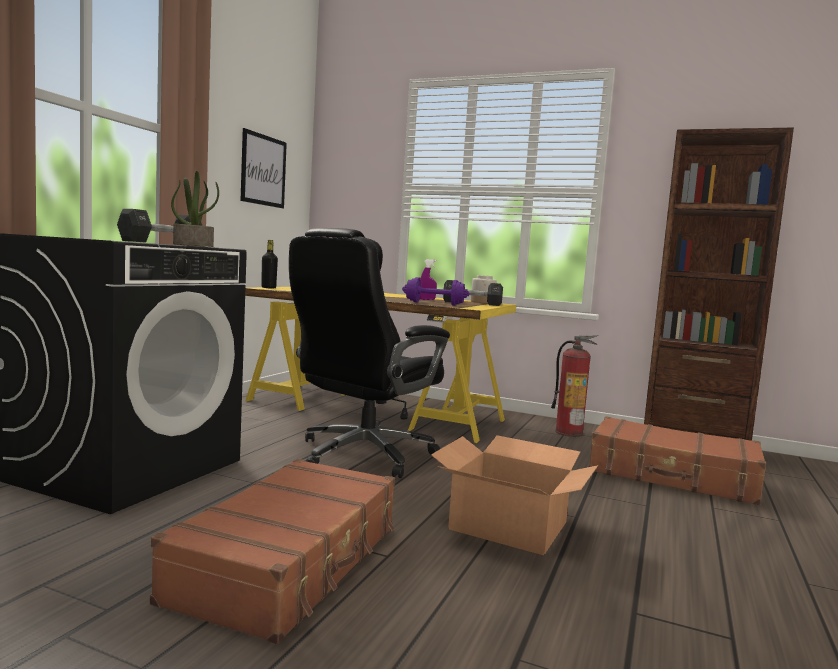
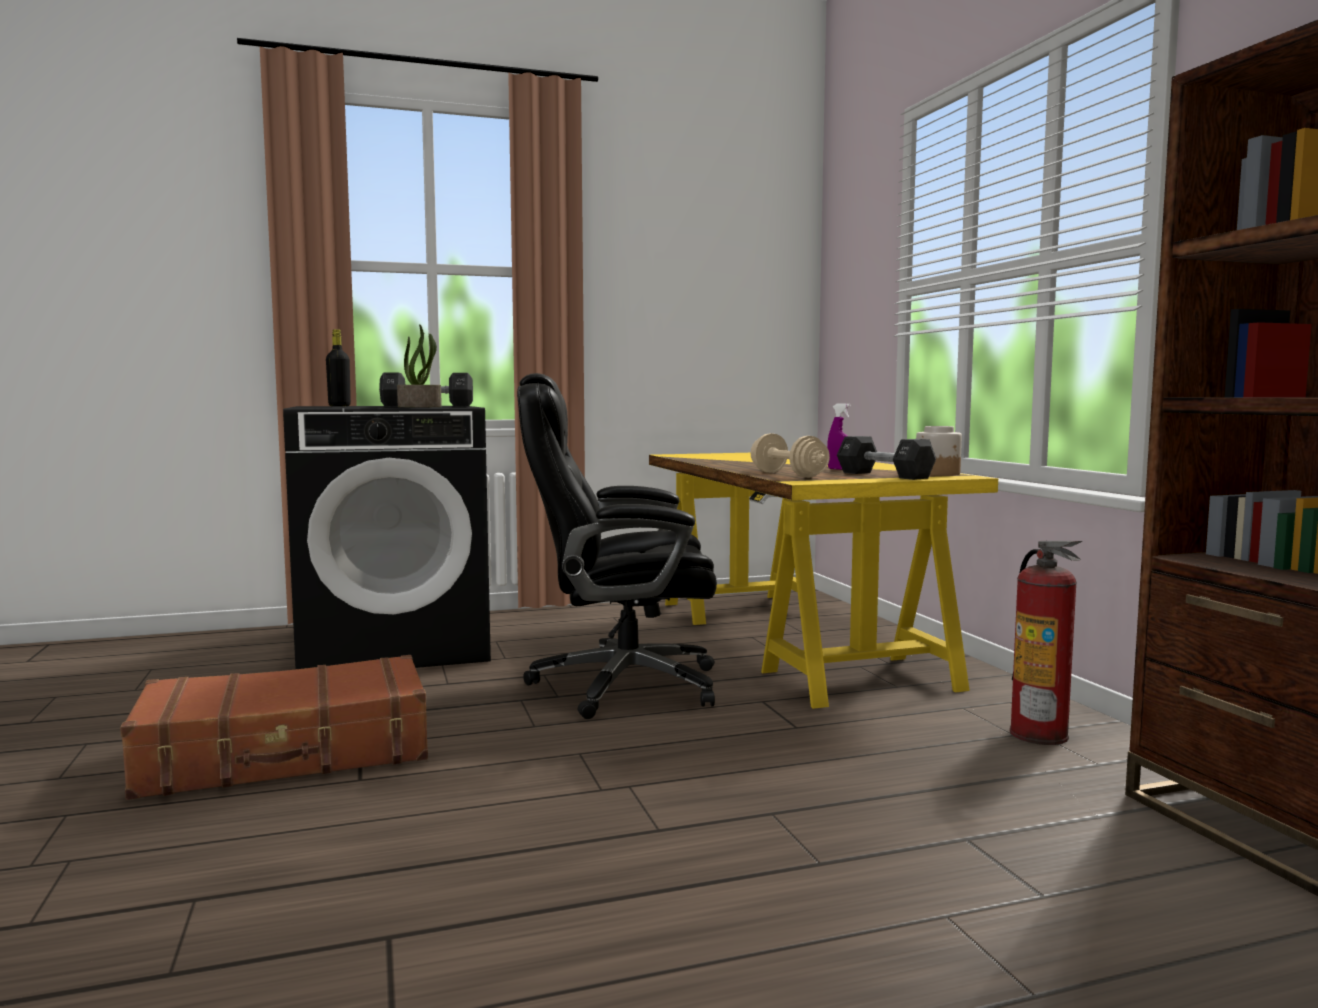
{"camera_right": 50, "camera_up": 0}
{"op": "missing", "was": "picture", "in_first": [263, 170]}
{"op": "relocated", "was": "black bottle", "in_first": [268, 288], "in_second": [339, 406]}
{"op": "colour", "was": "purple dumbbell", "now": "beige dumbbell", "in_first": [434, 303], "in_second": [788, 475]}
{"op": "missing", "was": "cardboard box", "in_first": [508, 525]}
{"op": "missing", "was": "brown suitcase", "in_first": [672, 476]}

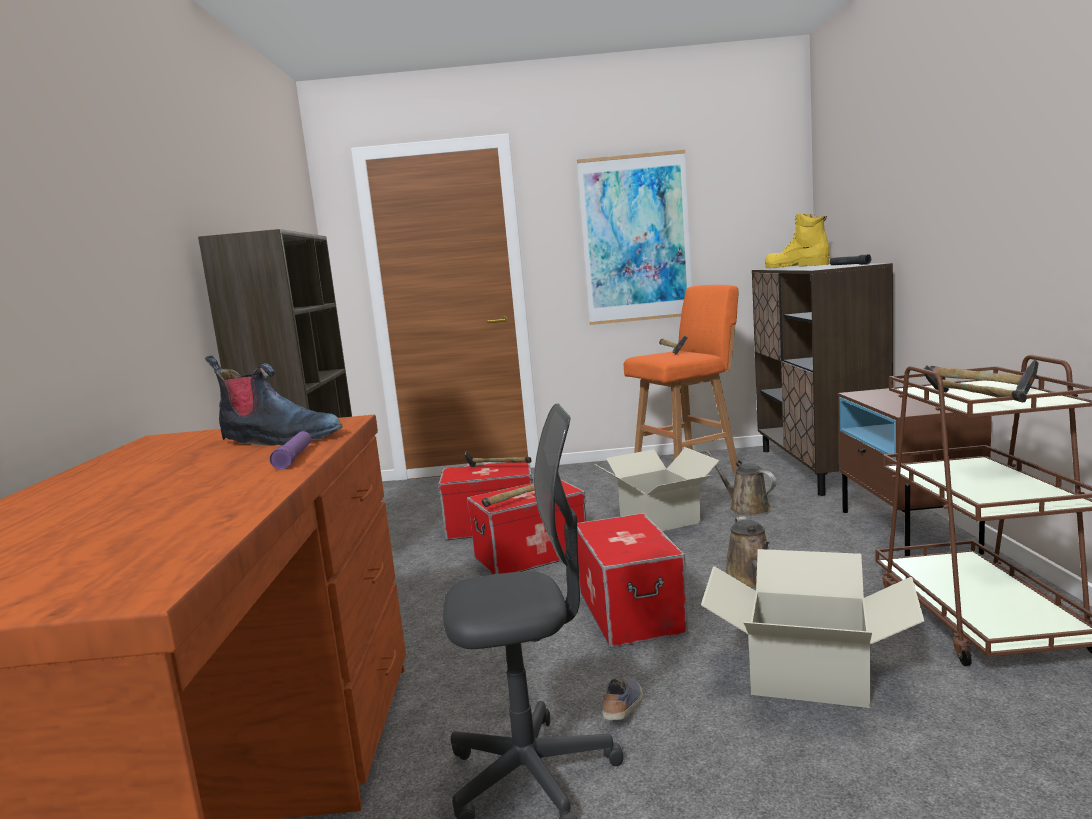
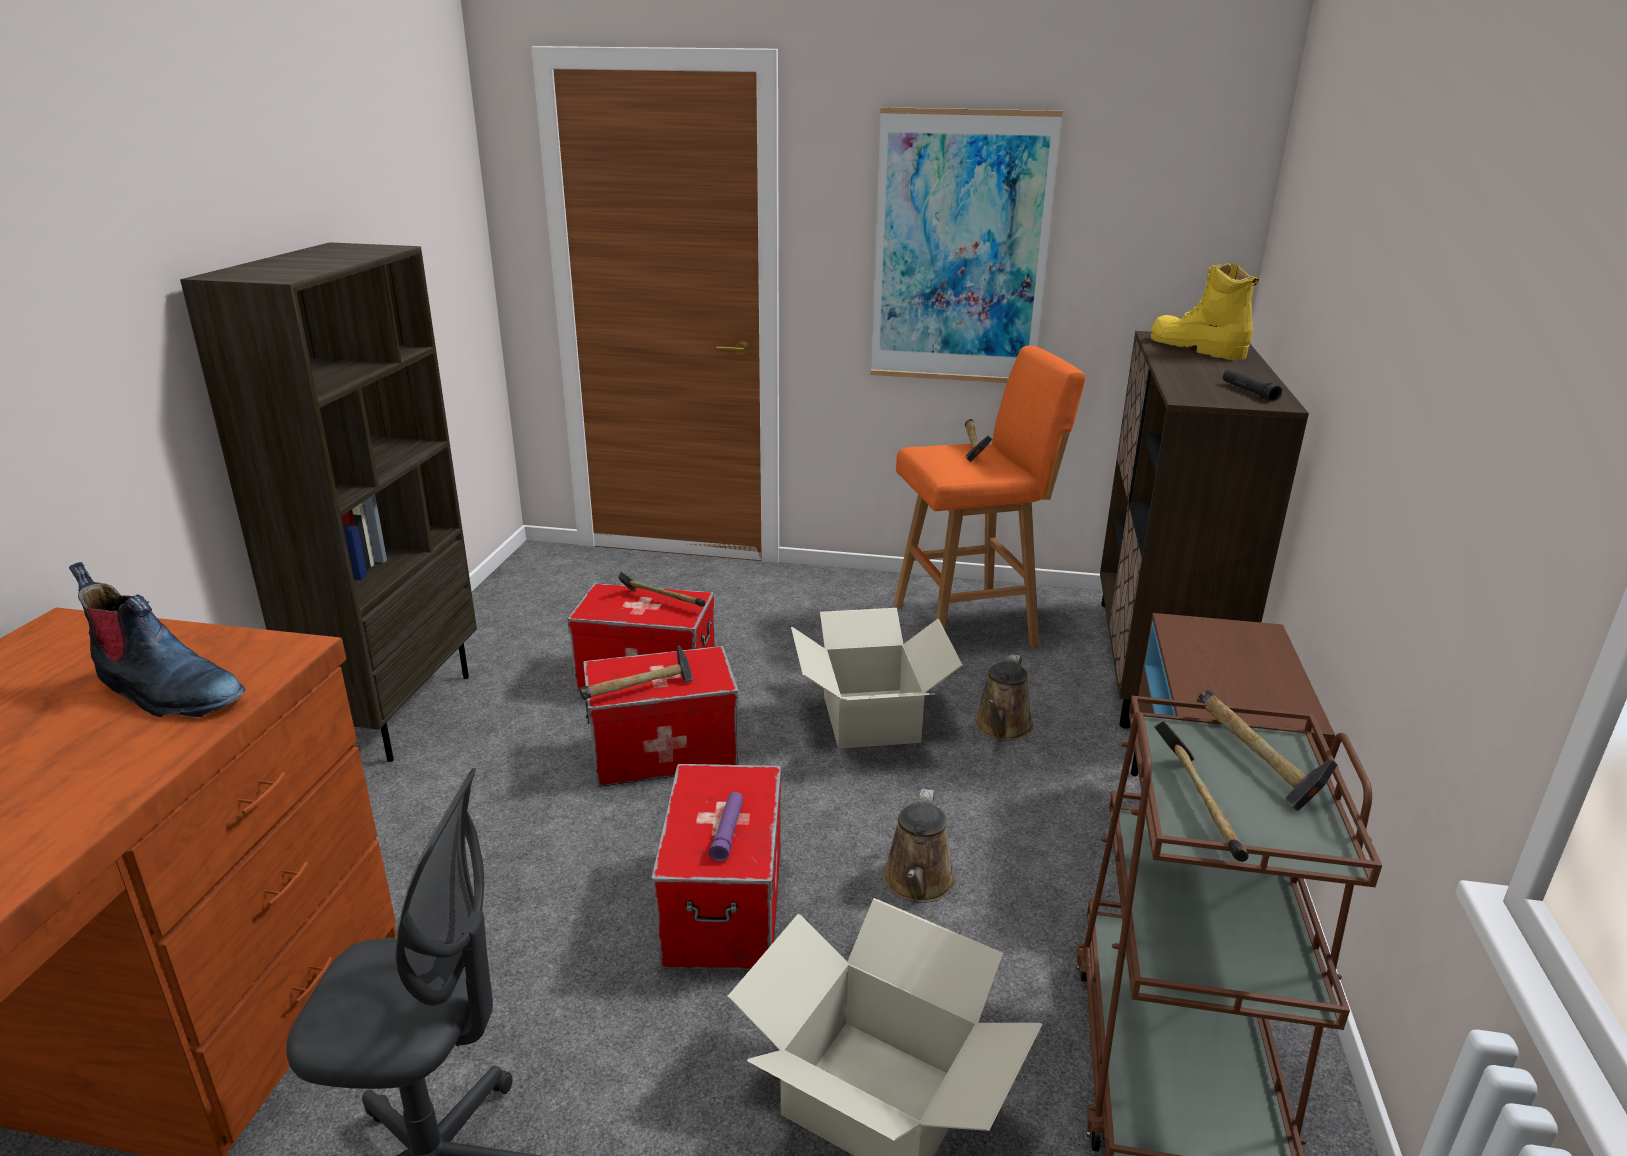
{"camera_right": 10, "camera_up": 15}
{"op": "relocated", "was": "purple flashlight", "in_first": [294, 458], "in_second": [727, 832]}
{"op": "missing", "was": "shoe", "in_first": [624, 709]}
{"op": "spun", "was": "brown watering can", "in_first": [746, 508], "in_second": [1001, 727], "clockwise": -135}

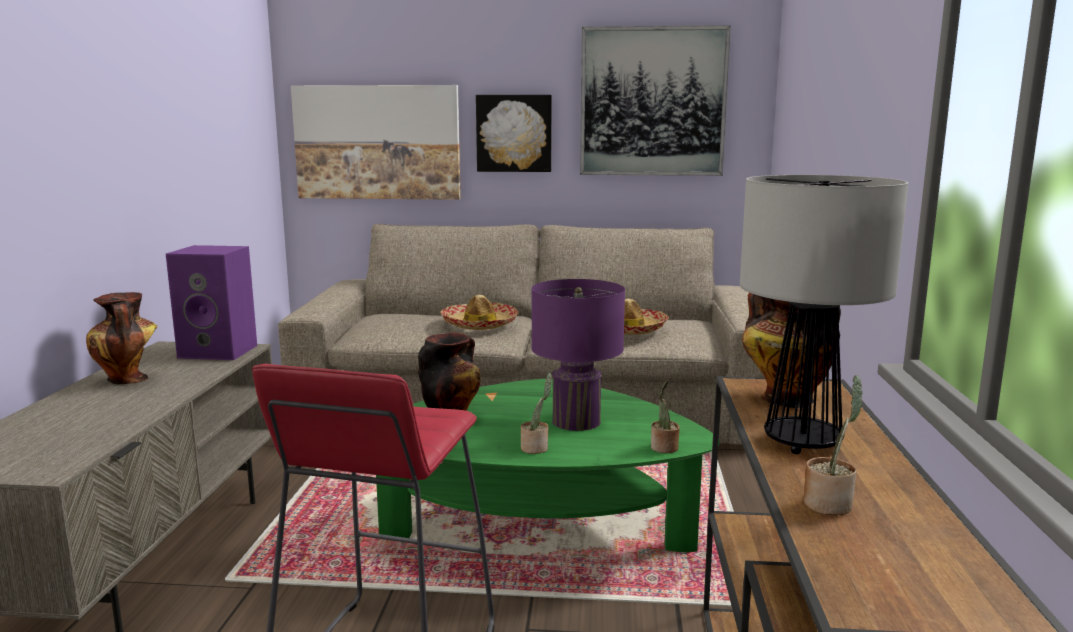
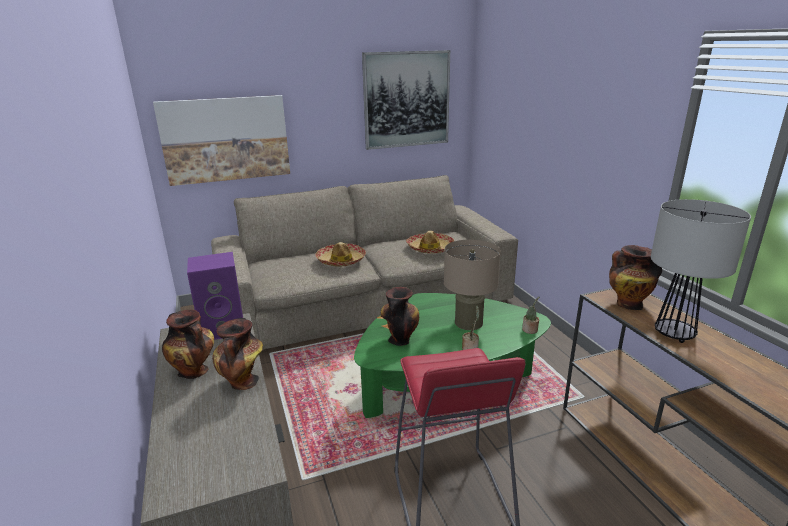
{"camera_right": -25, "camera_up": 10}
{"op": "missing", "was": "picture", "in_first": [514, 133]}
{"op": "colour", "was": "purple table lamp", "now": "beige table lamp", "in_first": [576, 421], "in_second": [468, 322]}
{"op": "missing", "was": "potted plant", "in_first": [830, 503]}
{"op": "appeared", "now": "vase", "in_second": [243, 382]}

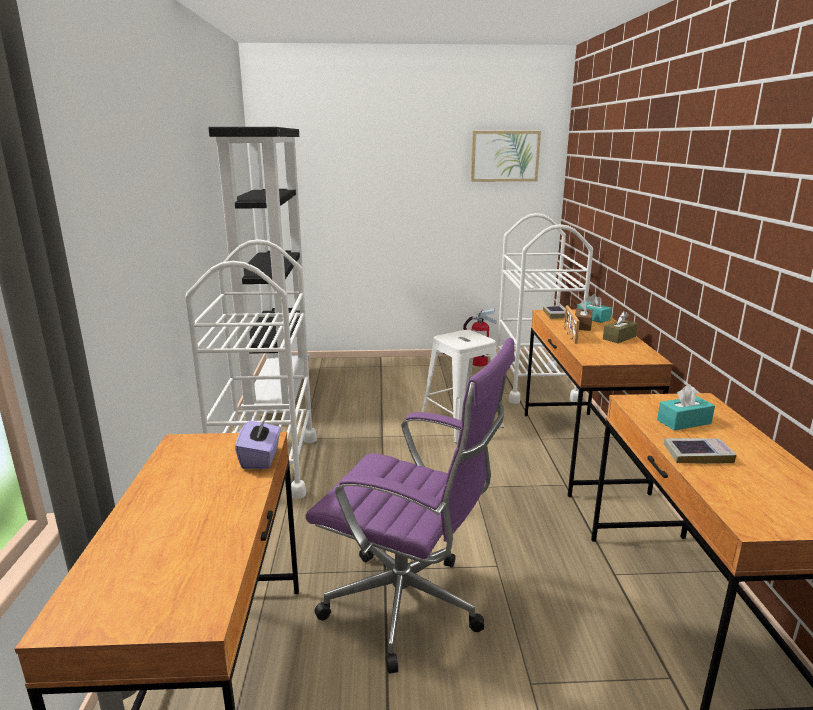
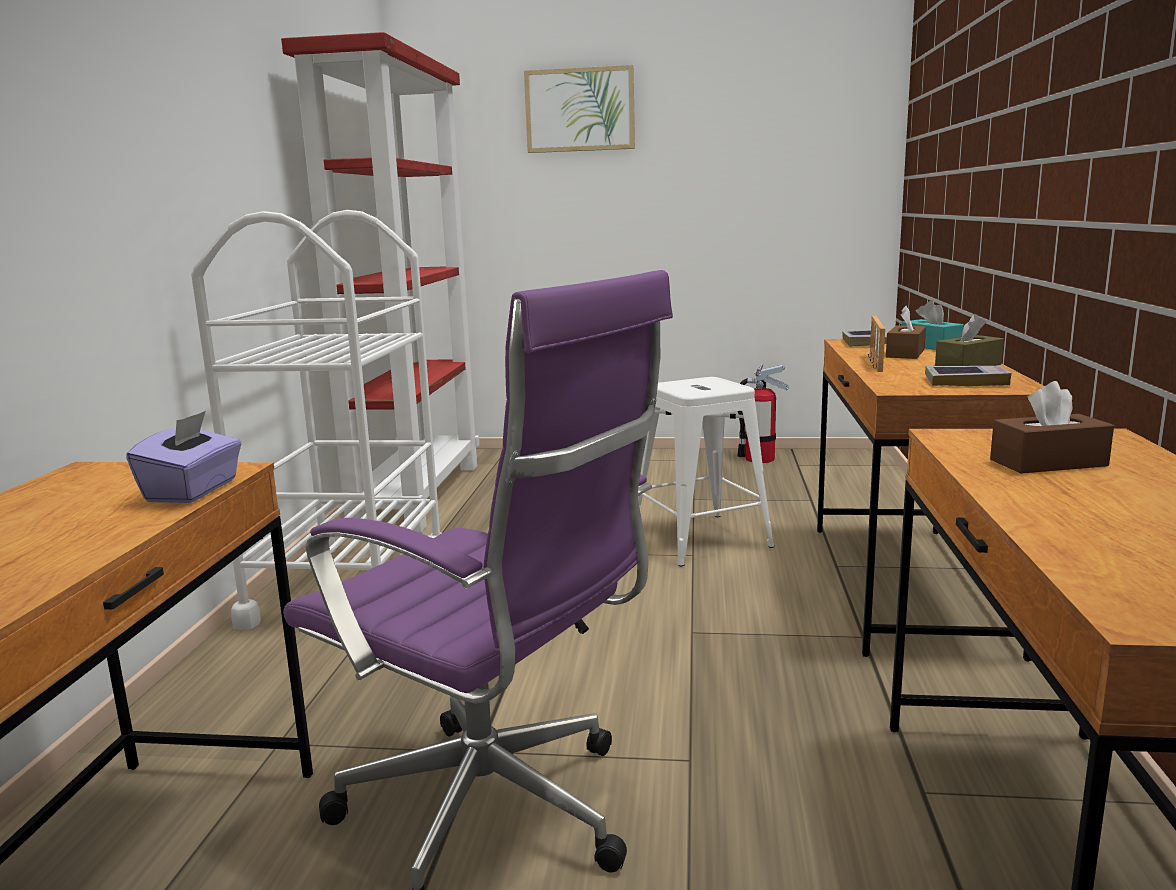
{"camera_right": 10, "camera_up": -5}
{"op": "colour", "was": "black bookcase", "now": "red bookcase", "in_first": [279, 396], "in_second": [417, 495]}
{"op": "relocated", "was": "picture", "in_first": [504, 156], "in_second": [580, 110]}
{"op": "missing", "was": "white cart", "in_first": [534, 384]}
{"op": "colour", "was": "turquoise tissue box", "now": "brown tissue box", "in_first": [684, 422], "in_second": [1048, 463]}
{"op": "relocated", "was": "book", "in_first": [697, 454], "in_second": [966, 381]}

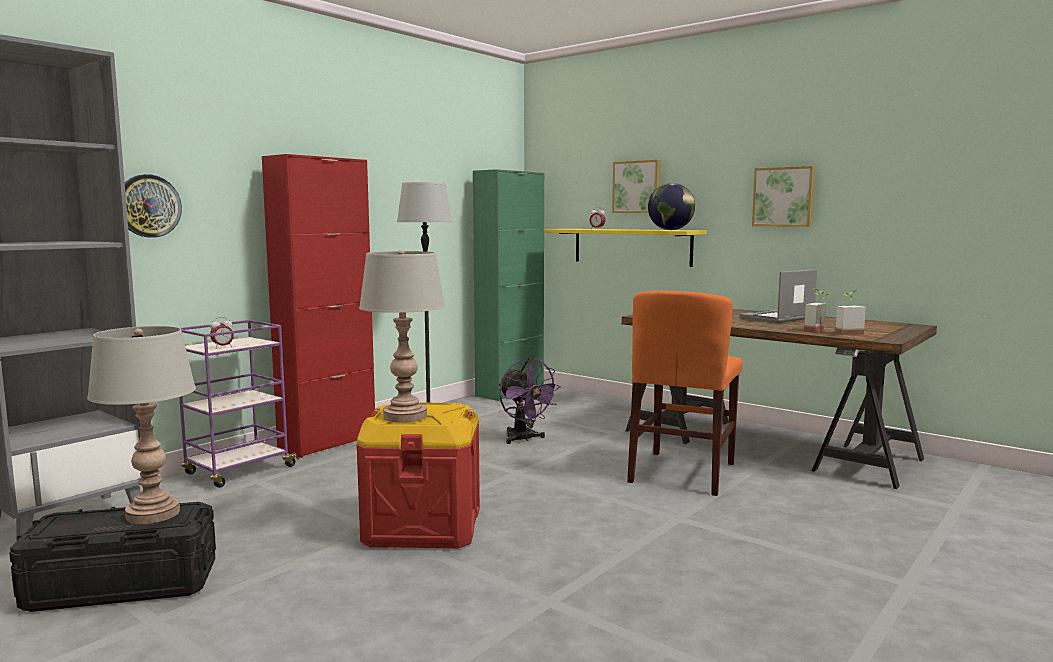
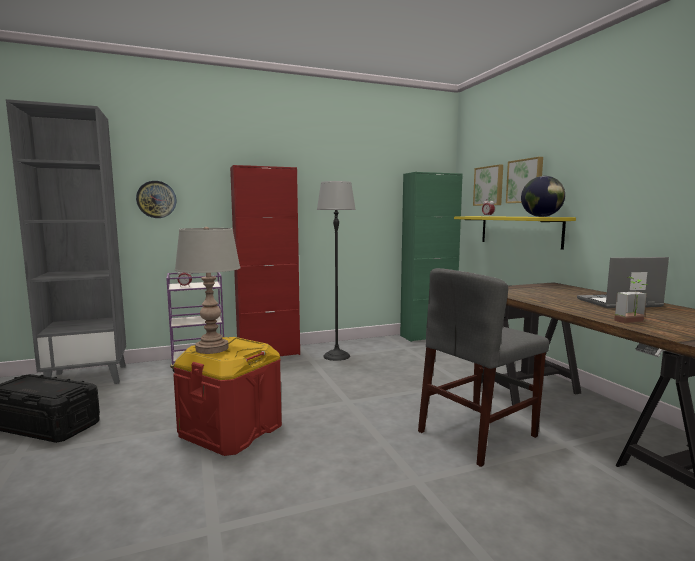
{"camera_right": 30, "camera_up": 0}
{"op": "missing", "was": "grey table lamp", "in_first": [153, 514]}
{"op": "missing", "was": "purple fan", "in_first": [524, 439]}
{"op": "colour", "was": "orange chair", "now": "grey chair", "in_first": [682, 472], "in_second": [477, 434]}
{"op": "relocated", "was": "picture", "in_first": [784, 197], "in_second": [489, 186]}
{"op": "missing", "was": "potted plant", "in_first": [846, 333]}

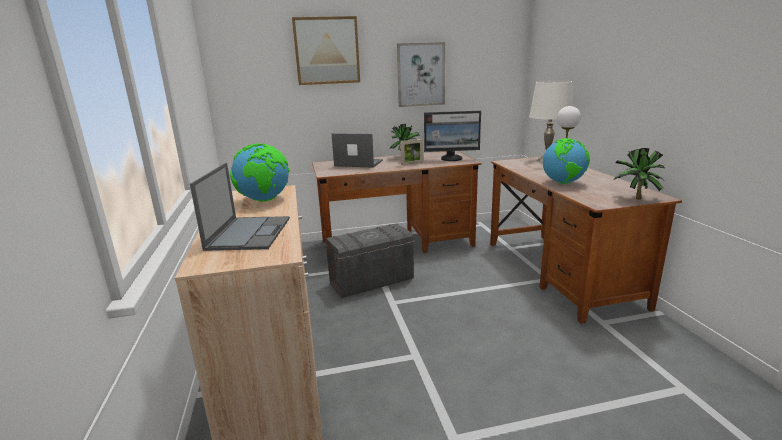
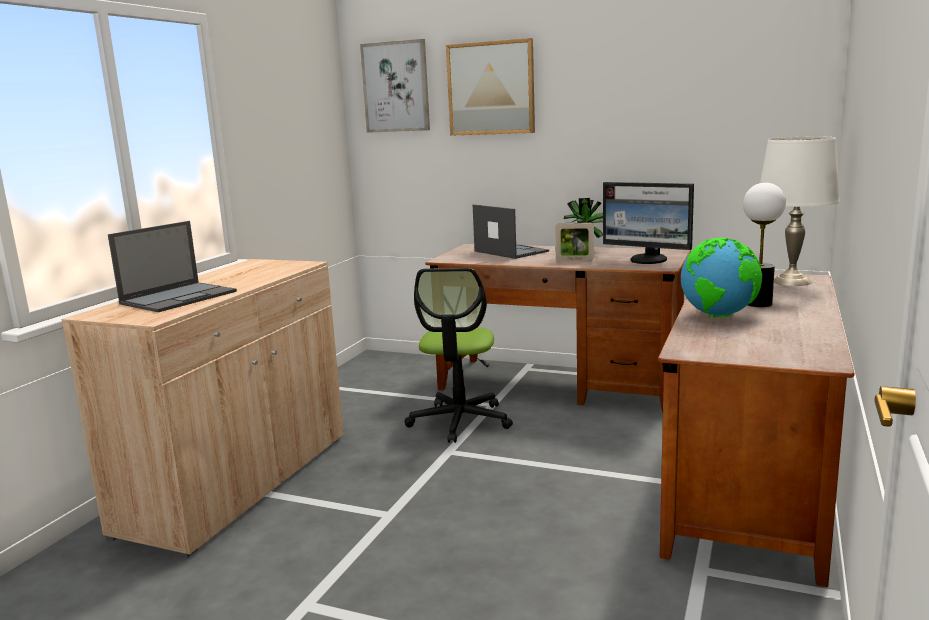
{"camera_right": 35, "camera_up": -5}
{"op": "missing", "was": "globe", "in_first": [264, 200]}
{"op": "exchanged", "was": "grey storage box", "now": "office chair", "in_first": [371, 281], "in_second": [460, 421]}
{"op": "relocated", "was": "picture", "in_first": [421, 74], "in_second": [396, 87]}
{"op": "missing", "was": "potted plant", "in_first": [635, 199]}

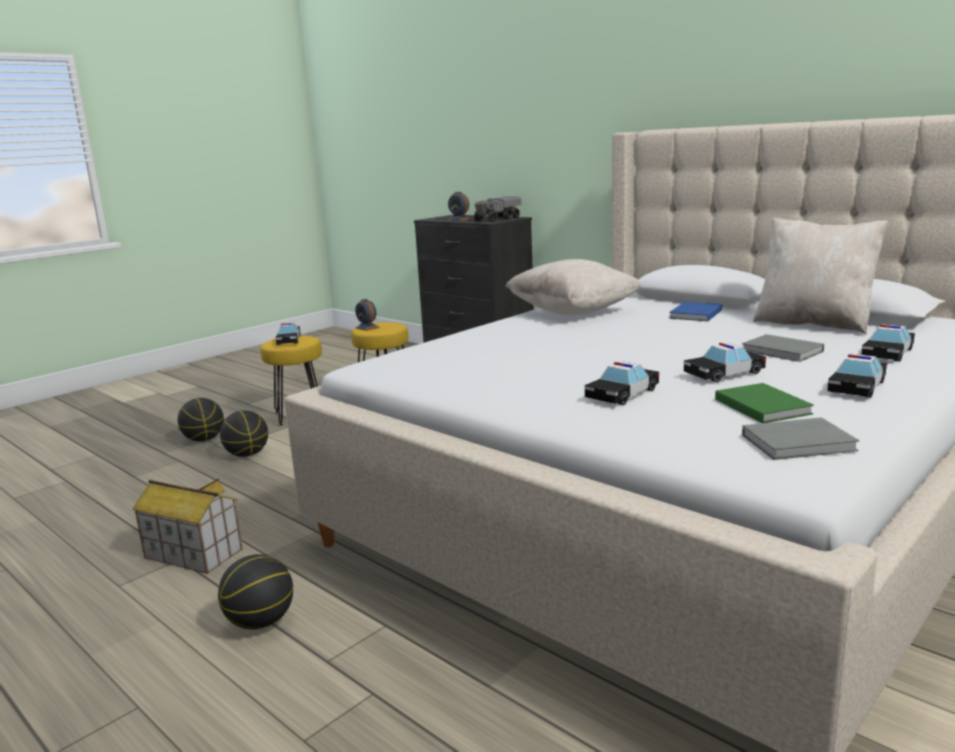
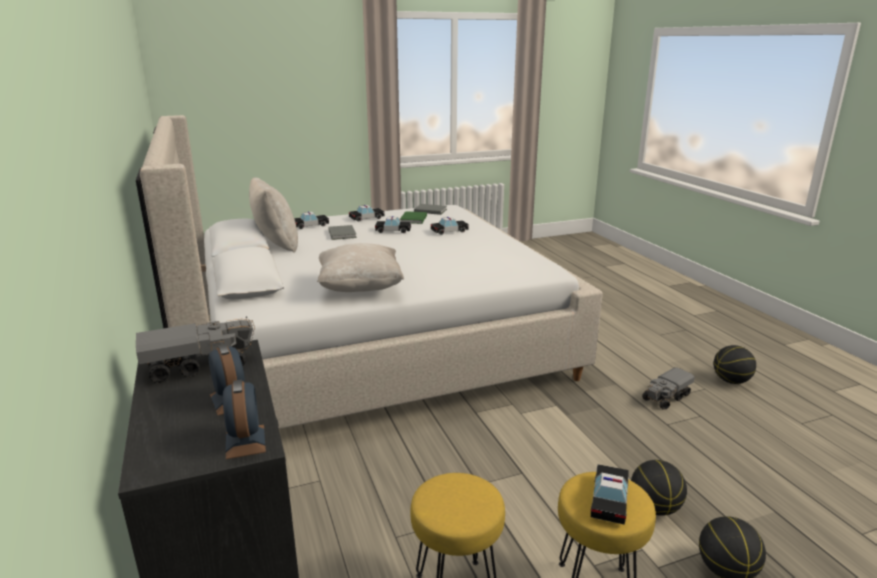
{"camera_right": -155, "camera_up": 5}
{"op": "exchanged", "was": "toy house", "now": "toy truck", "in_first": [192, 553], "in_second": [666, 397]}
{"op": "relocated", "was": "basketball", "in_first": [260, 622], "in_second": [731, 381]}
{"op": "relocated", "was": "alarm clock", "in_first": [367, 327], "in_second": [245, 441]}
{"op": "missing", "was": "blue book", "in_first": [694, 314]}

